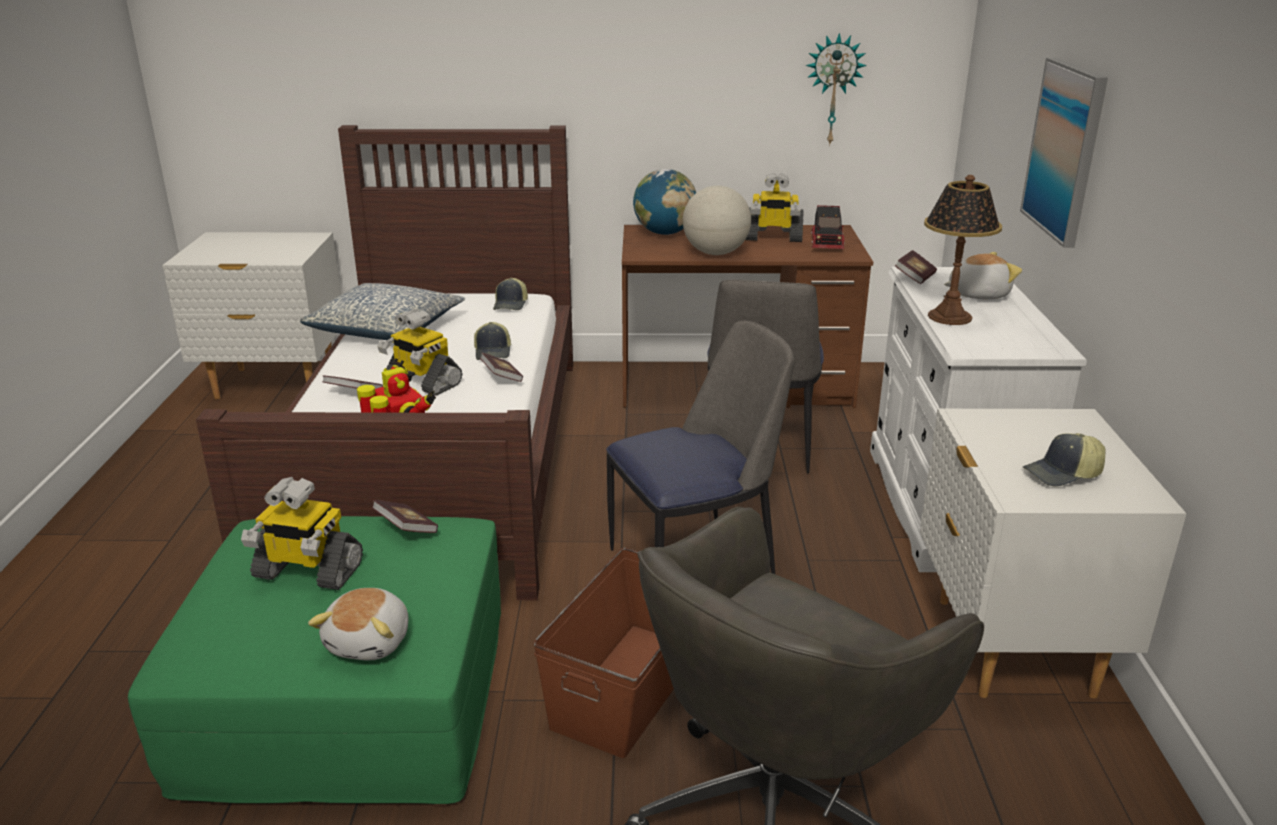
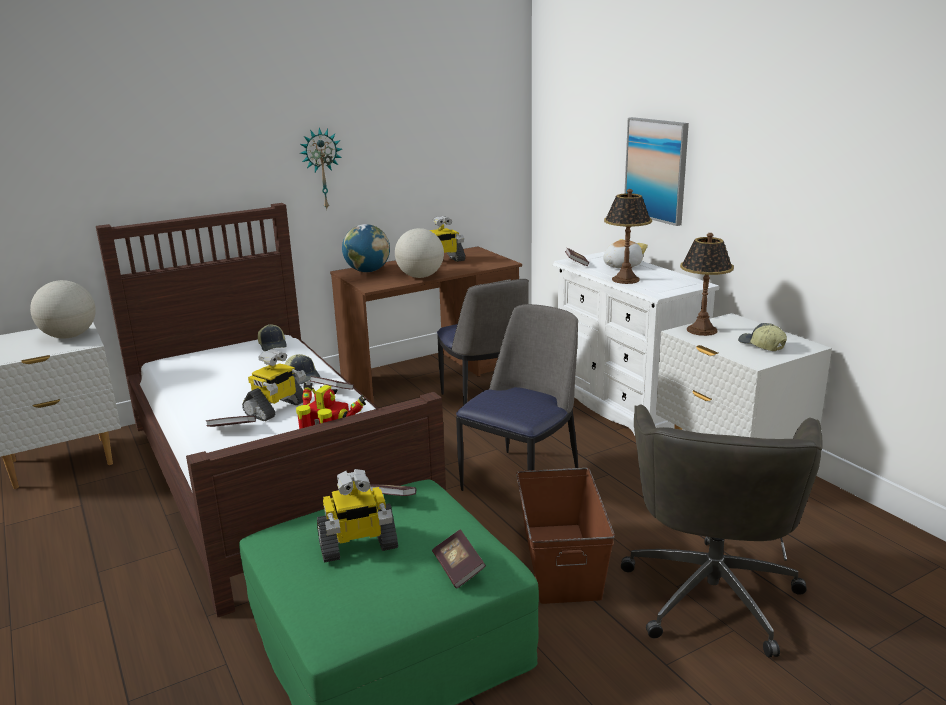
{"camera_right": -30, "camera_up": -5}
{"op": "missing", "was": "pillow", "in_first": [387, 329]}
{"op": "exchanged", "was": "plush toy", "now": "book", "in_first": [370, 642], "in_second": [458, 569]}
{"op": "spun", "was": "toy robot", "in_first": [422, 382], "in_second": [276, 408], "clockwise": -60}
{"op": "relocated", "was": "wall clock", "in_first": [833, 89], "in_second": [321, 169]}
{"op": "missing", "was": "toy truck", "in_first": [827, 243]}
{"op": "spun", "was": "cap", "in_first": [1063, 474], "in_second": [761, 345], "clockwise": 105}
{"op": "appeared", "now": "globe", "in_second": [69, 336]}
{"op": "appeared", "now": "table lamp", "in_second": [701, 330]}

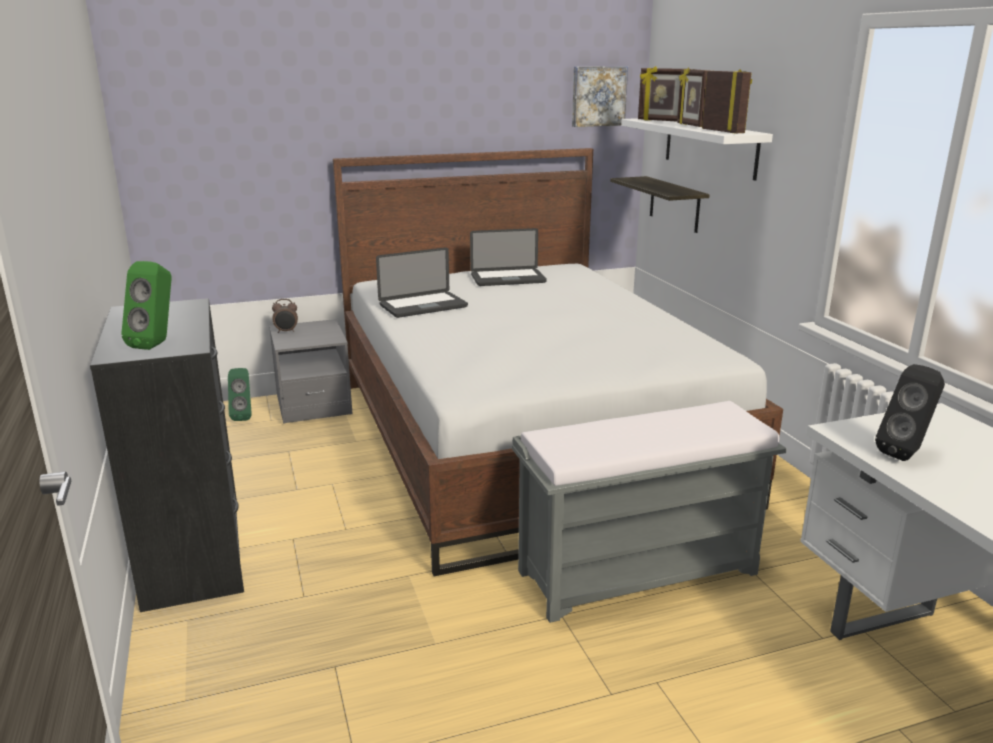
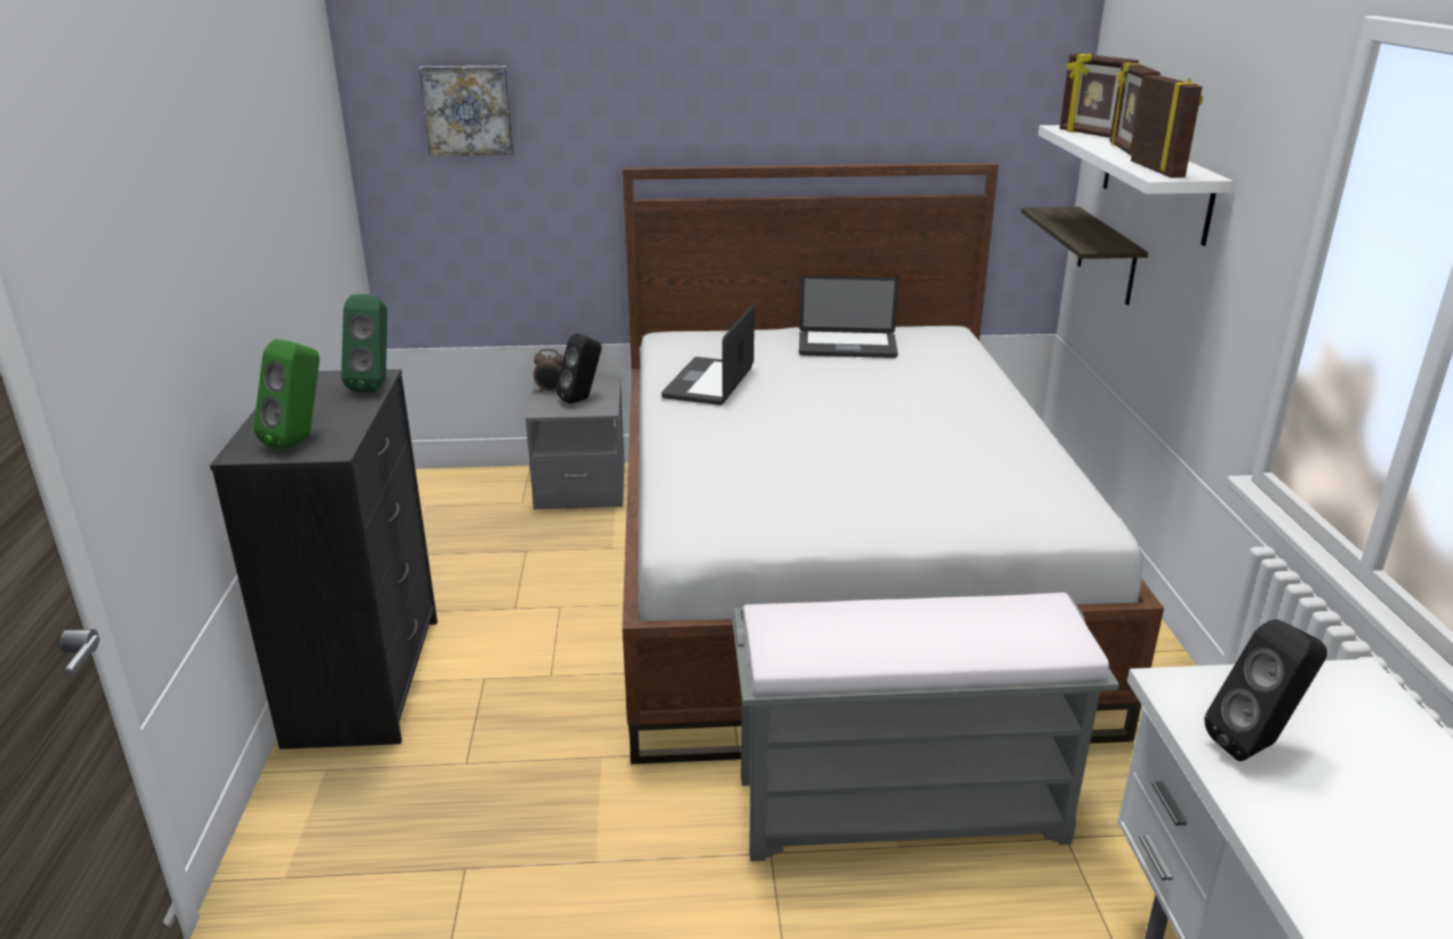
{"camera_right": 15, "camera_up": 5}
{"op": "relocated", "was": "green speaker", "in_first": [244, 416], "in_second": [376, 385]}
{"op": "spun", "was": "laptop", "in_first": [423, 306], "in_second": [709, 383], "clockwise": 120}
{"op": "relocated", "was": "picture", "in_first": [598, 96], "in_second": [468, 110]}
{"op": "appeared", "now": "black speaker", "in_second": [582, 399]}

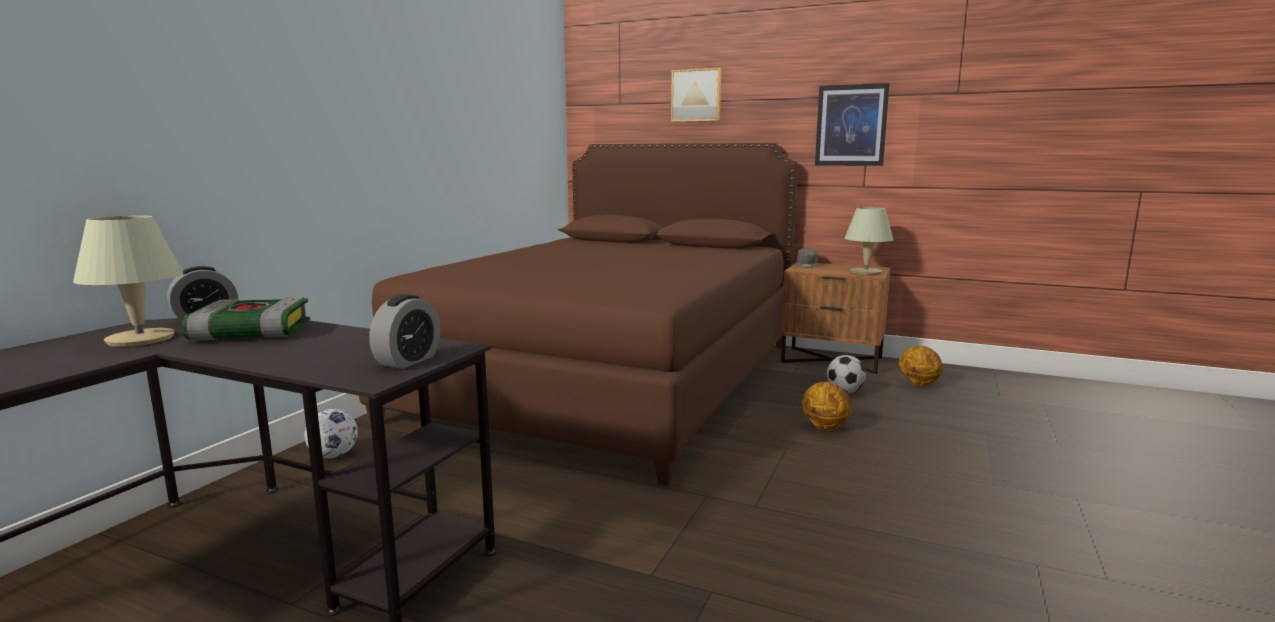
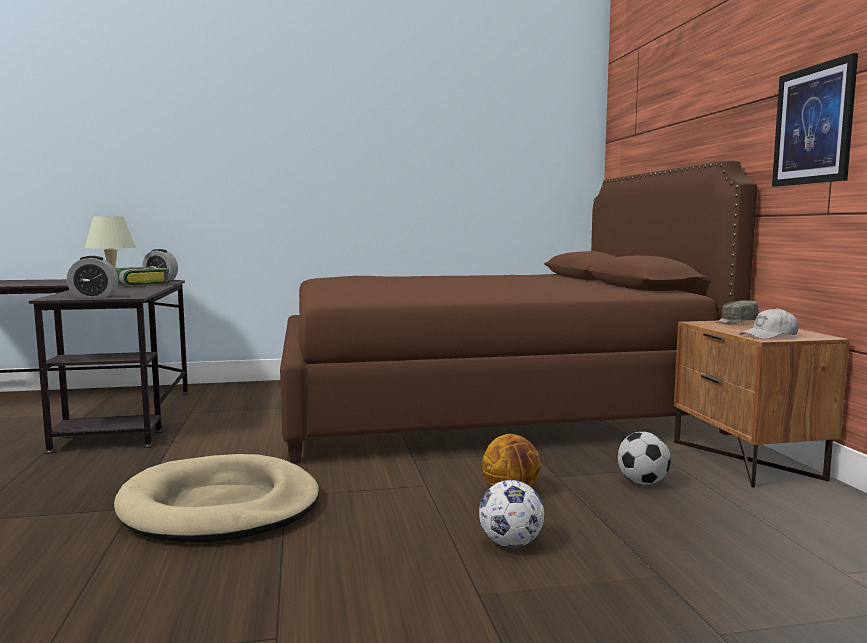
{"camera_right": 55, "camera_up": -5}
{"op": "relocated", "was": "football", "in_first": [333, 456], "in_second": [510, 543]}
{"op": "missing", "was": "picture", "in_first": [696, 95]}
{"op": "exchanged", "was": "beige table lamp", "now": "white cap", "in_first": [866, 272], "in_second": [769, 336]}
{"op": "missing", "was": "basketball", "in_first": [918, 384]}
{"op": "appeared", "now": "beige dog bed", "in_second": [220, 506]}

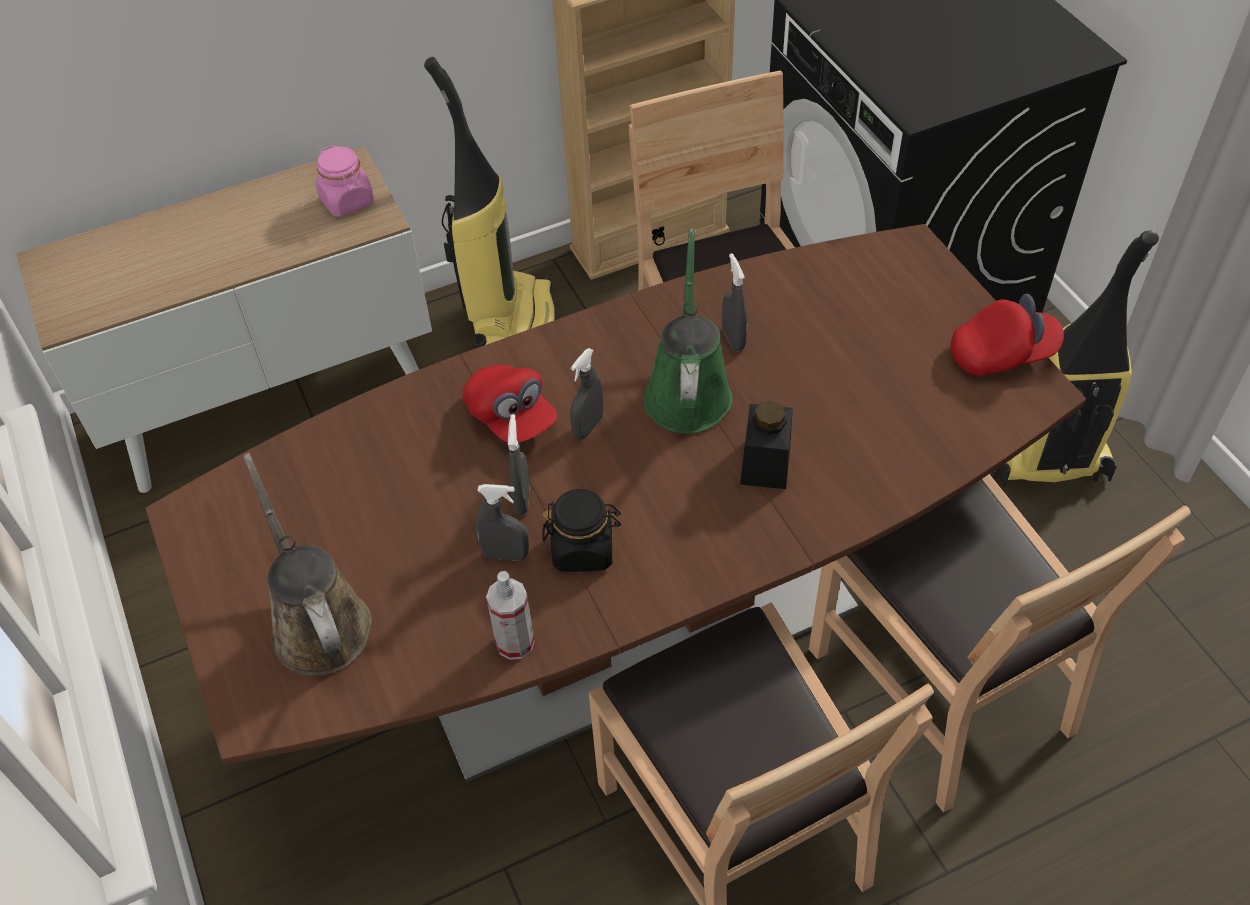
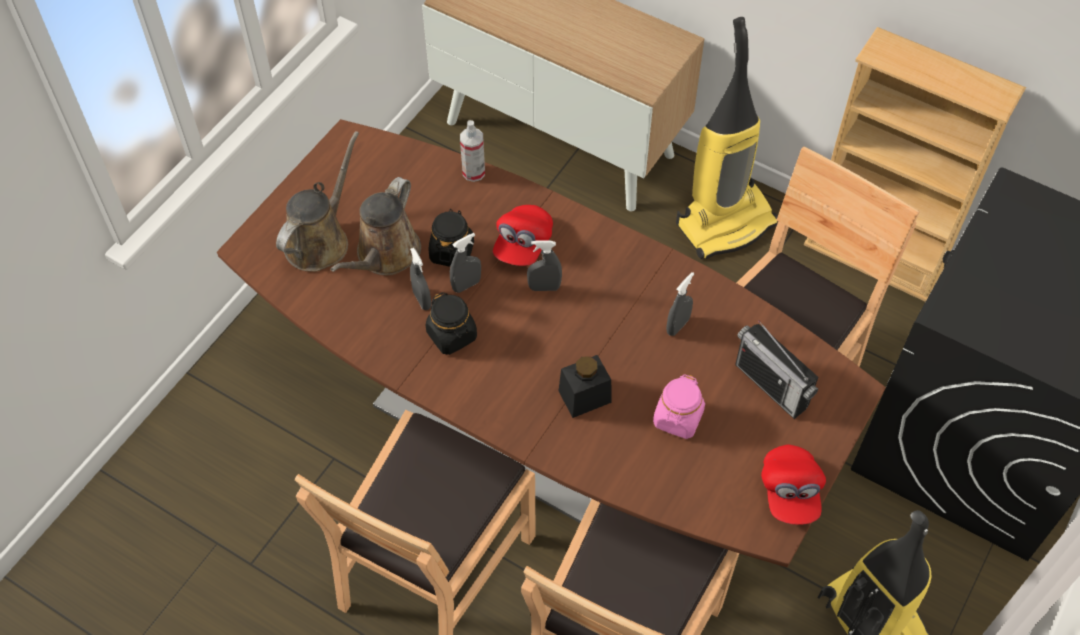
{"camera_right": 55, "camera_up": 5}
{"op": "relocated", "was": "pink jar", "in_first": [347, 201], "in_second": [678, 418]}
{"op": "relocated", "was": "spray bottle", "in_first": [515, 643], "in_second": [473, 172]}
{"op": "missing", "was": "green watering can", "in_first": [687, 391]}
{"op": "spun", "was": "red cap", "in_first": [1002, 354], "in_second": [790, 492], "clockwise": 45}
{"op": "appeared", "now": "brown watering can", "in_second": [385, 255]}
{"op": "appeared", "now": "black jar", "in_second": [452, 252]}
{"op": "appeared", "now": "radio", "in_second": [771, 385]}

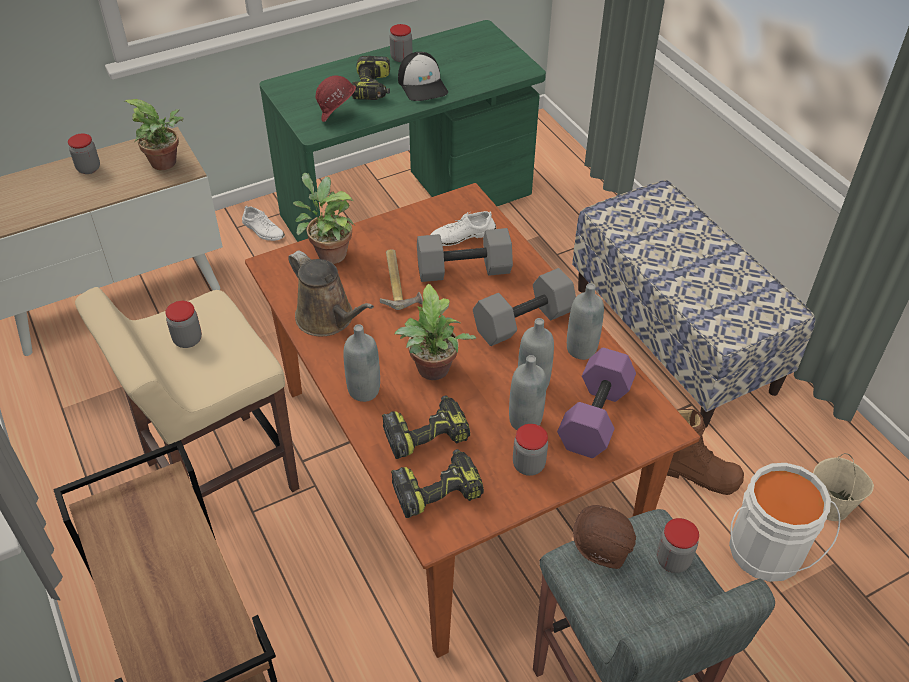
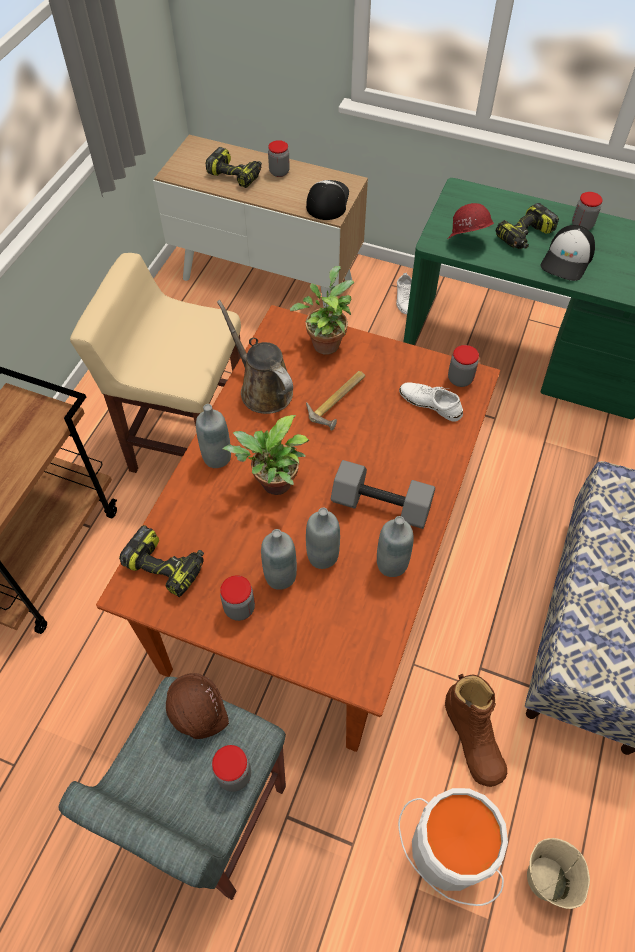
{"camera_right": 50, "camera_up": 10}
{"op": "exchanged", "was": "potted plant", "now": "cap", "in_first": [167, 163], "in_second": [327, 201]}
{"op": "relocated", "was": "jar", "in_first": [187, 340], "in_second": [460, 379]}
{"op": "spun", "was": "brown watering can", "in_first": [328, 319], "in_second": [263, 389], "clockwise": 135}
{"op": "relocated", "was": "power drill", "in_first": [426, 433], "in_second": [236, 174]}
{"op": "missing", "was": "grey dumbbell", "in_first": [463, 271]}
{"op": "missing", "was": "purple dumbbell", "in_first": [593, 415]}

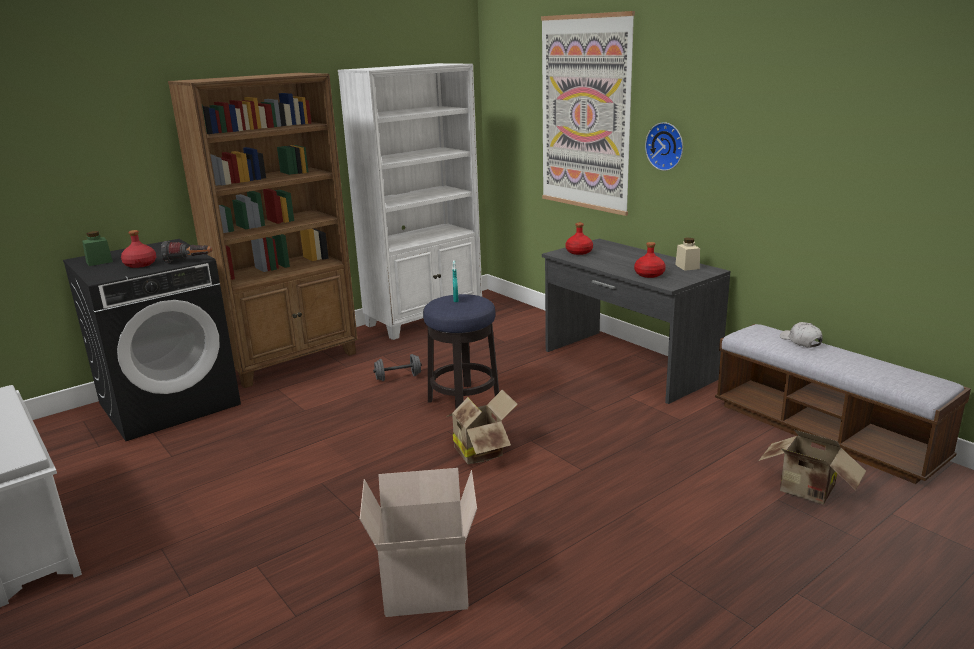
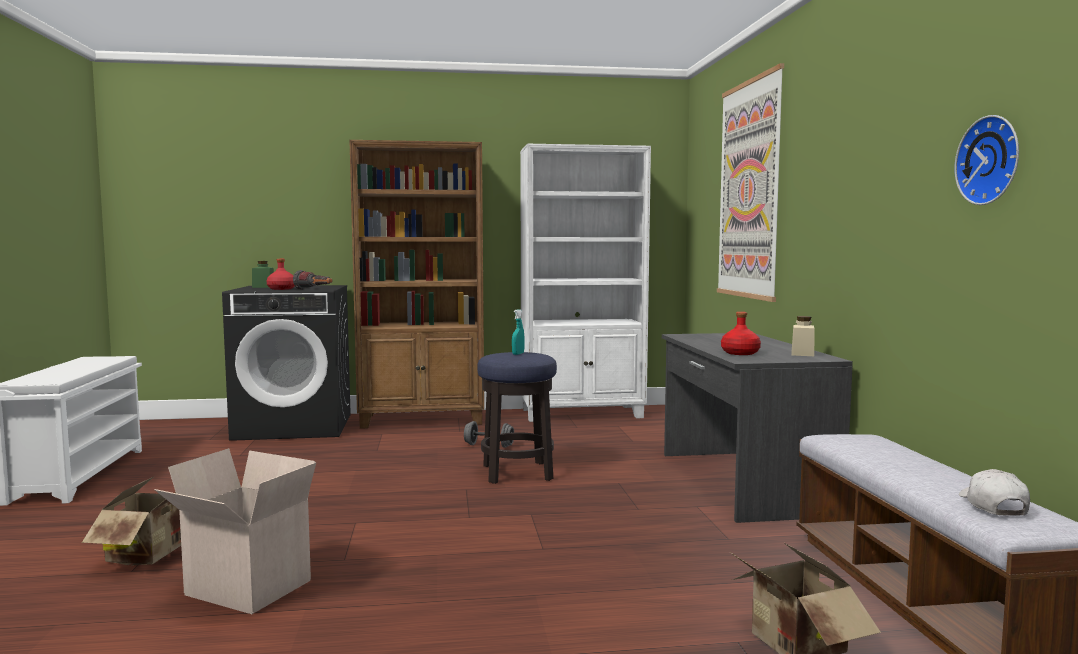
{"camera_right": 30, "camera_up": -15}
{"op": "relocated", "was": "cardboard box", "in_first": [481, 451], "in_second": [152, 554]}
{"op": "missing", "was": "red bottle", "in_first": [578, 252]}
{"op": "relocated", "was": "wall clock", "in_first": [666, 146], "in_second": [992, 160]}
{"op": "relocated", "was": "white cap", "in_first": [800, 341], "in_second": [993, 506]}

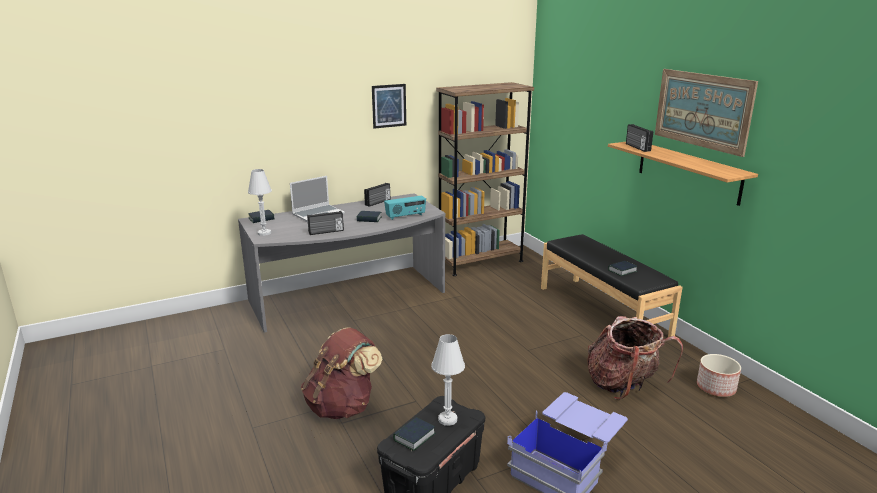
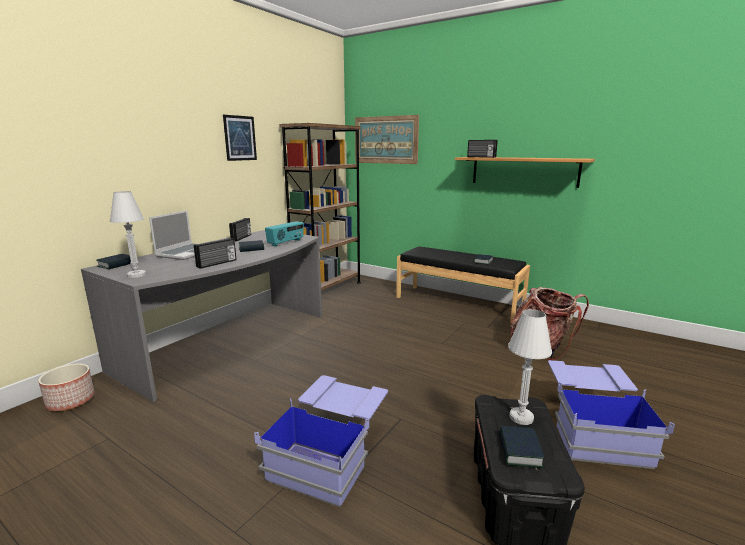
{"camera_right": -30, "camera_up": -5}
{"op": "exchanged", "was": "brown backpack", "now": "blue storage box", "in_first": [343, 406], "in_second": [330, 454]}
{"op": "relocated", "was": "picture", "in_first": [702, 110], "in_second": [385, 140]}
{"op": "relocated", "was": "planter", "in_first": [716, 388], "in_second": [71, 401]}

